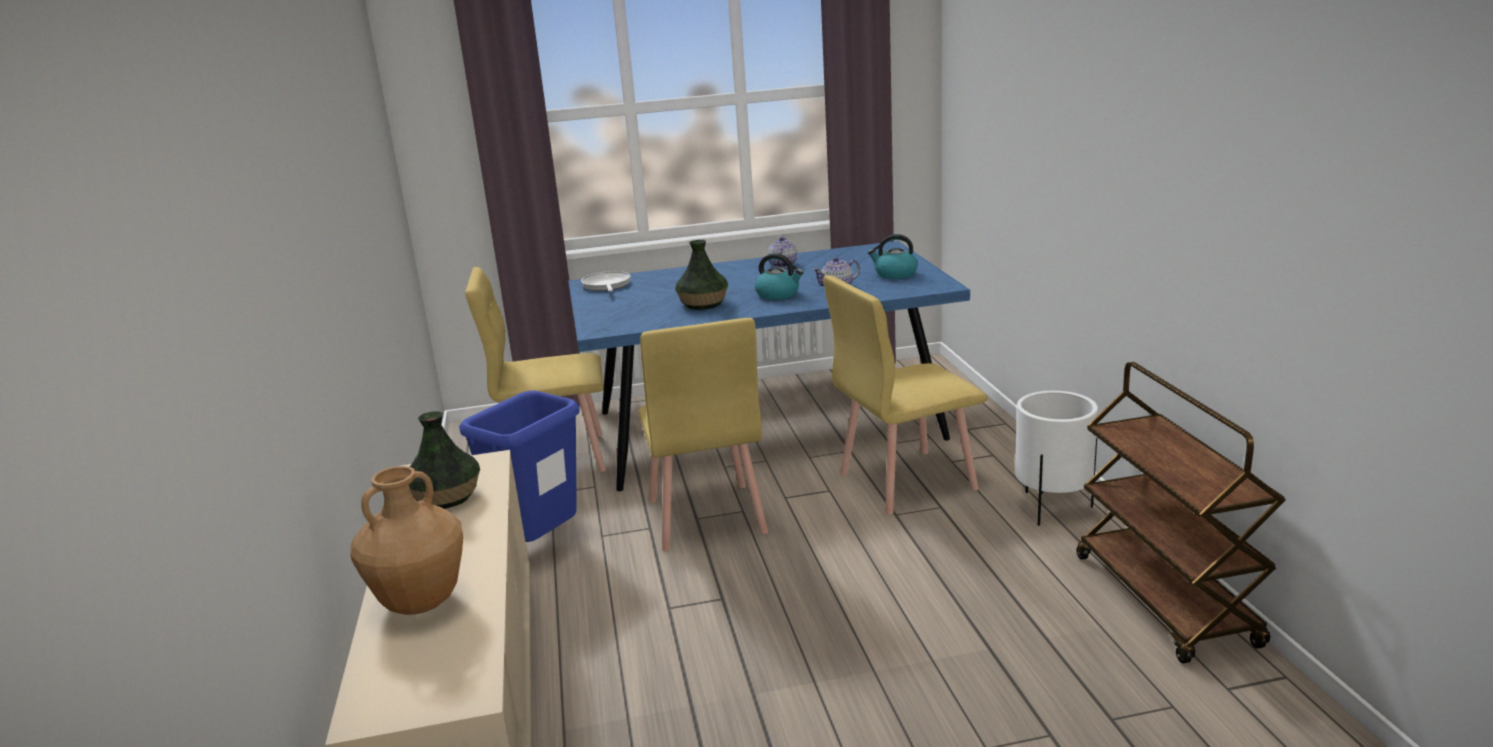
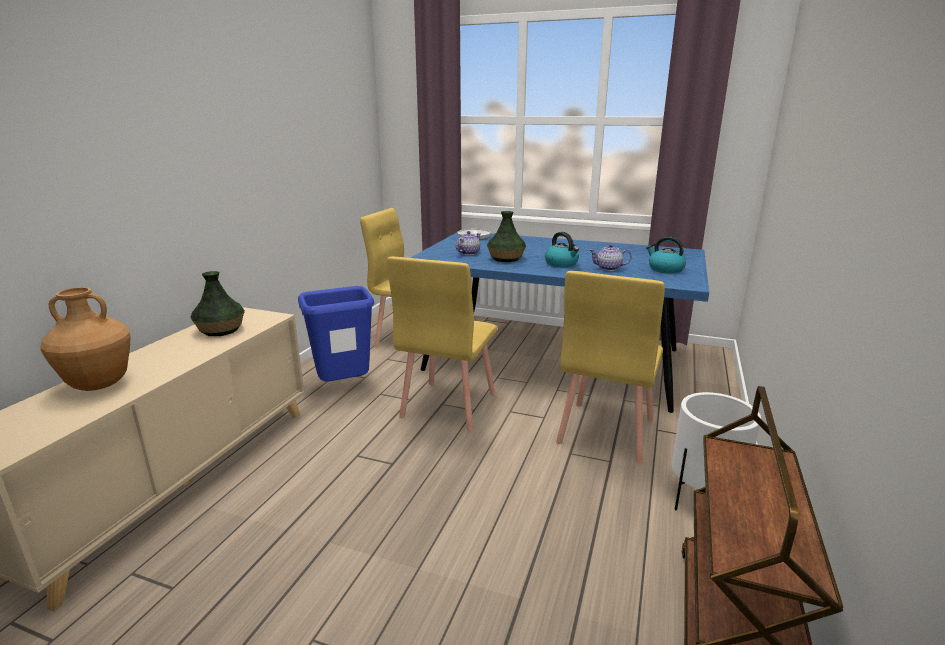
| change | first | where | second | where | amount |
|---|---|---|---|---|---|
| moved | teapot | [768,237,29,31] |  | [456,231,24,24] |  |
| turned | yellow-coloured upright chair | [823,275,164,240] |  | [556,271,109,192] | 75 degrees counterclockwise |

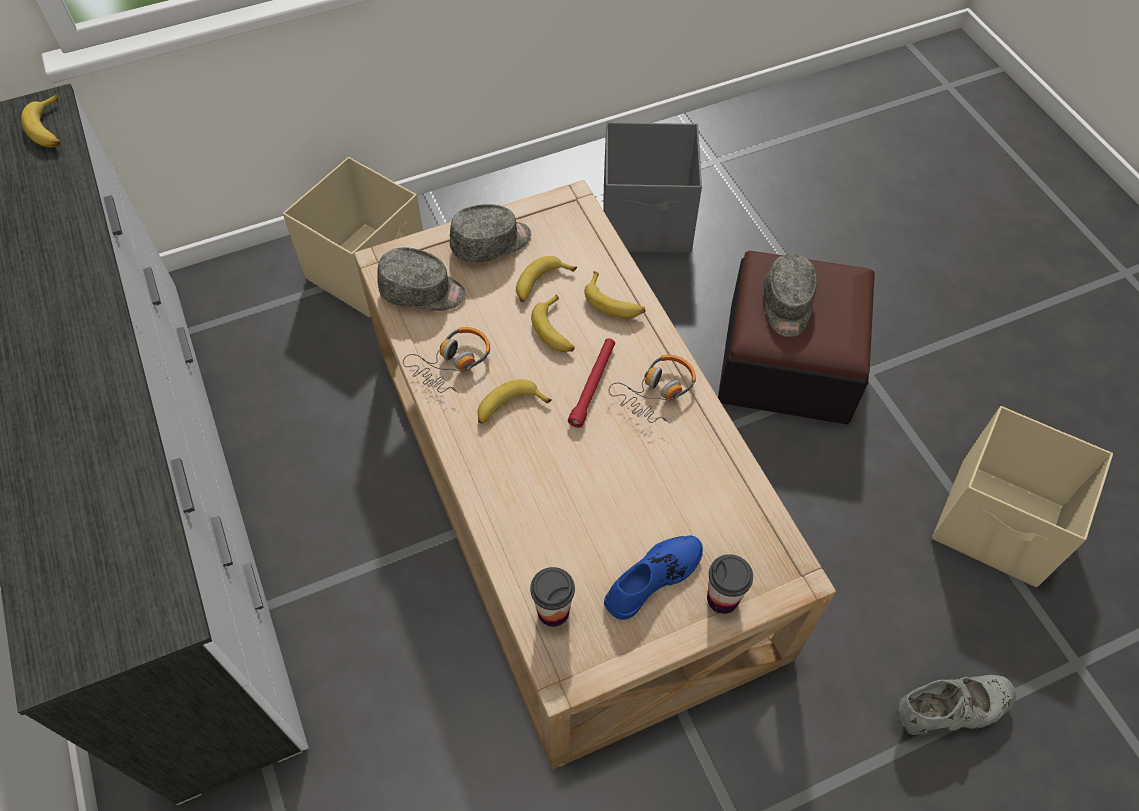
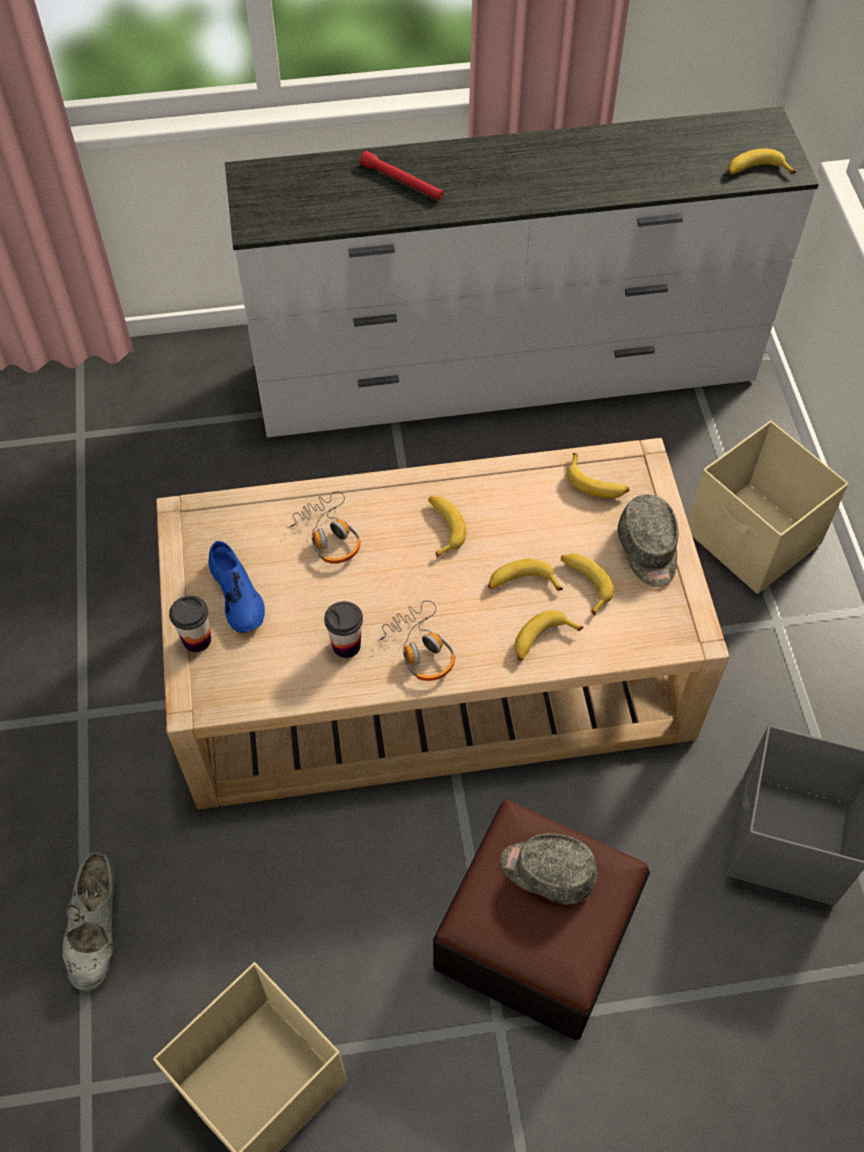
| change | first | where | second | where | amount |
|---|---|---|---|---|---|
| moved | headset | [403,327,87,66] |  | [288,491,73,73] |  |
| moved | cup | [530,567,45,60] |  | [324,601,39,57] |  |
| moved | reddish torch | [568,338,47,90] |  | [360,151,83,49] |  |
| replaced | grey cap | [377,247,89,64] | whole banana | [567,453,62,45] |  |

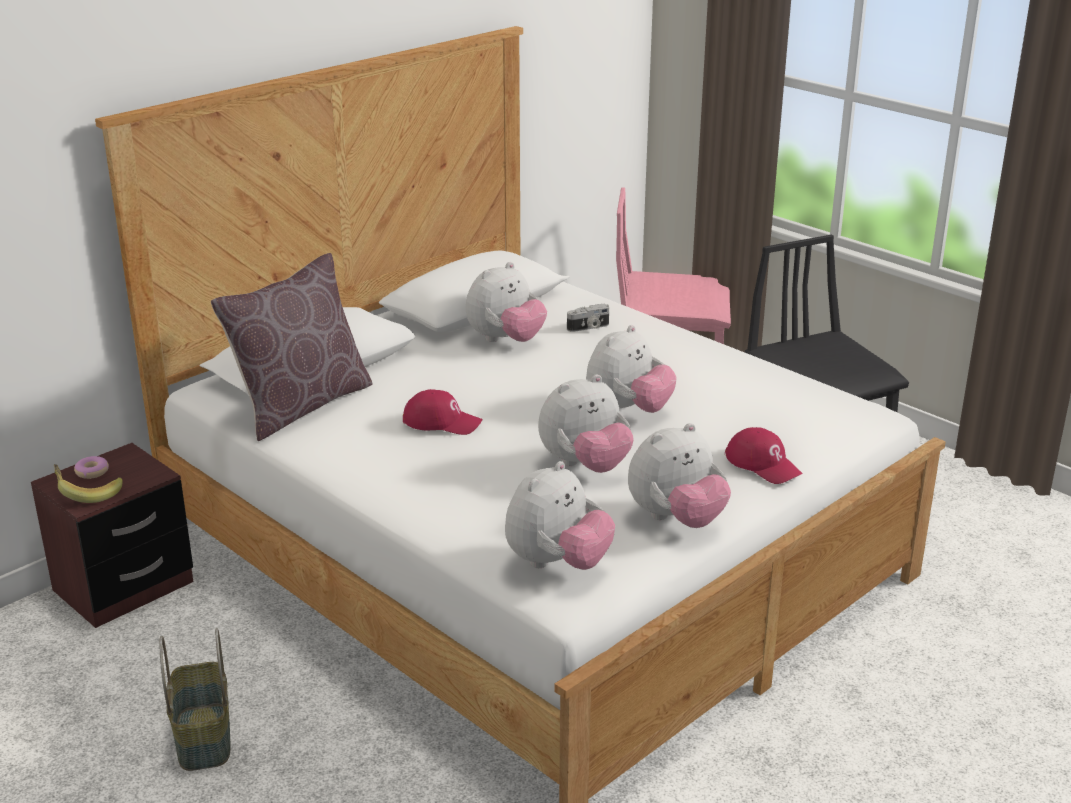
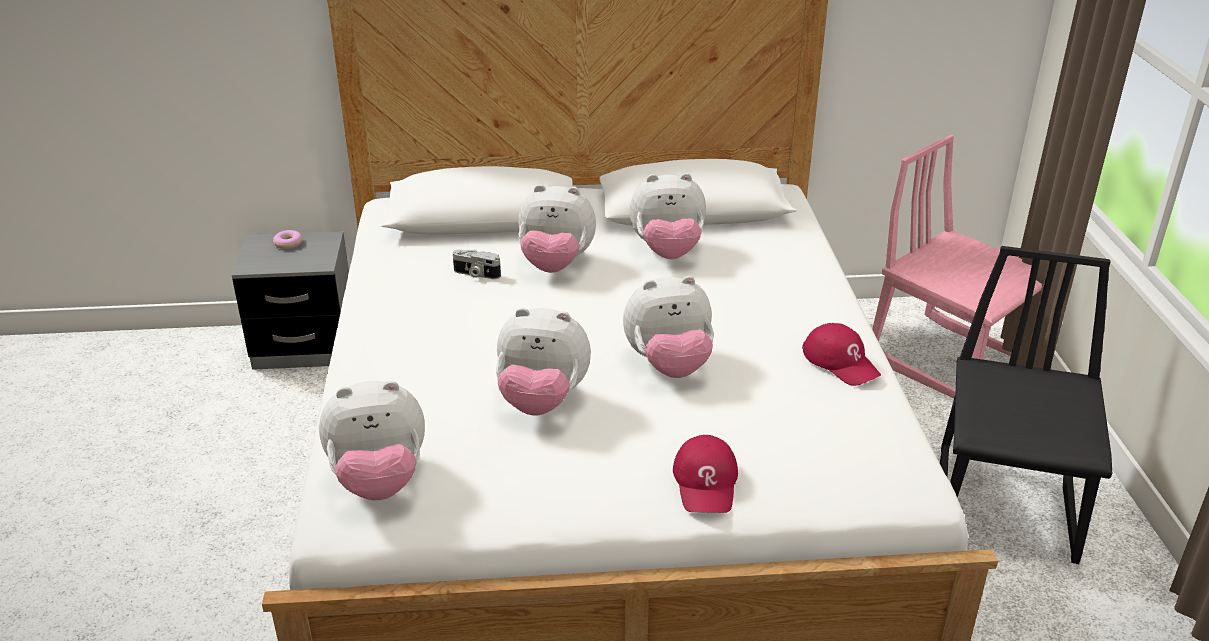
| change | first | where | second | where | amount |
|---|---|---|---|---|---|
| recoloured | brownish nightstand | [31,443,162,185] | grey nightstand | [232,231,117,139] |  |
| moved | photo camera | [567,304,42,28] |  | [453,249,48,30] |  |
| moved | soft toy | [628,423,103,105] |  | [518,184,78,89] |  |
| moved | reddish cap | [403,389,79,46] |  | [802,323,79,63] |  |
| removed | whole banana | [54,464,69,39] |  |  |  |
| removed | storage basket | [159,628,71,143] |  |  |  |
| removed | brownish pillow | [211,253,162,188] |  |  |  |

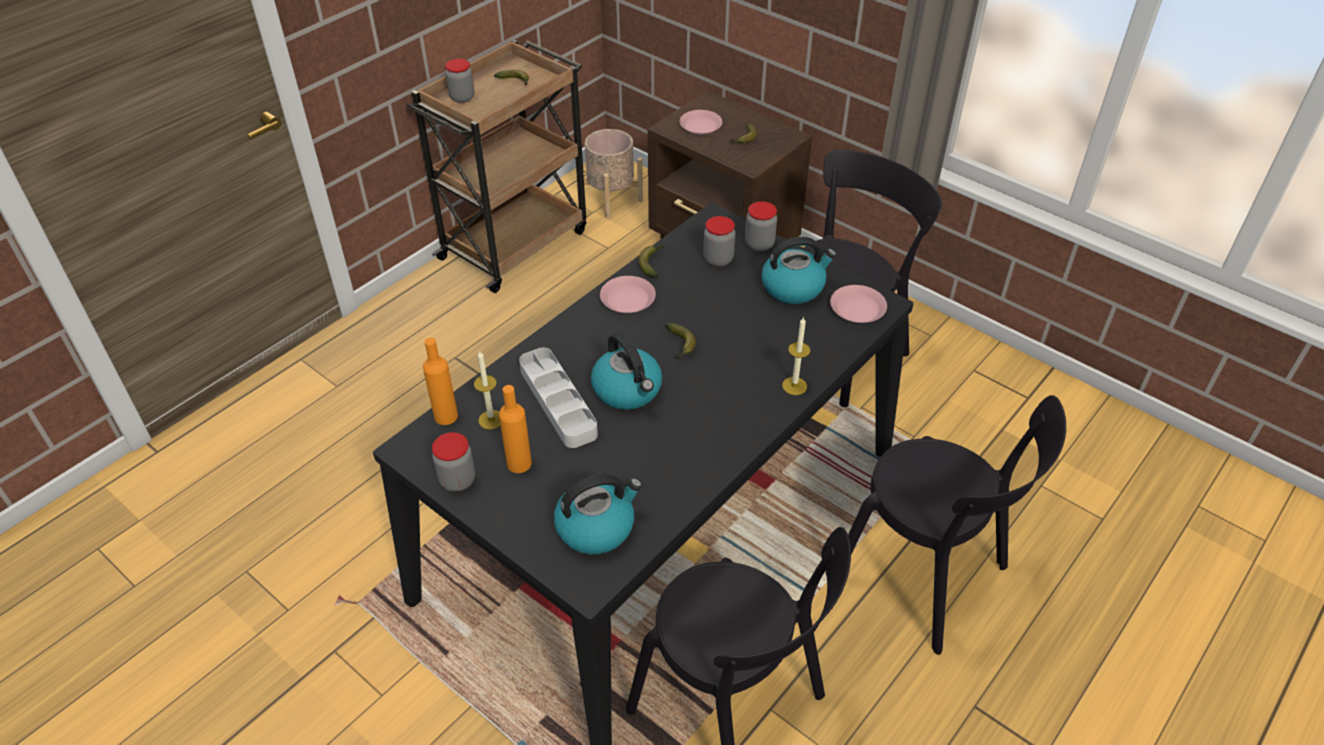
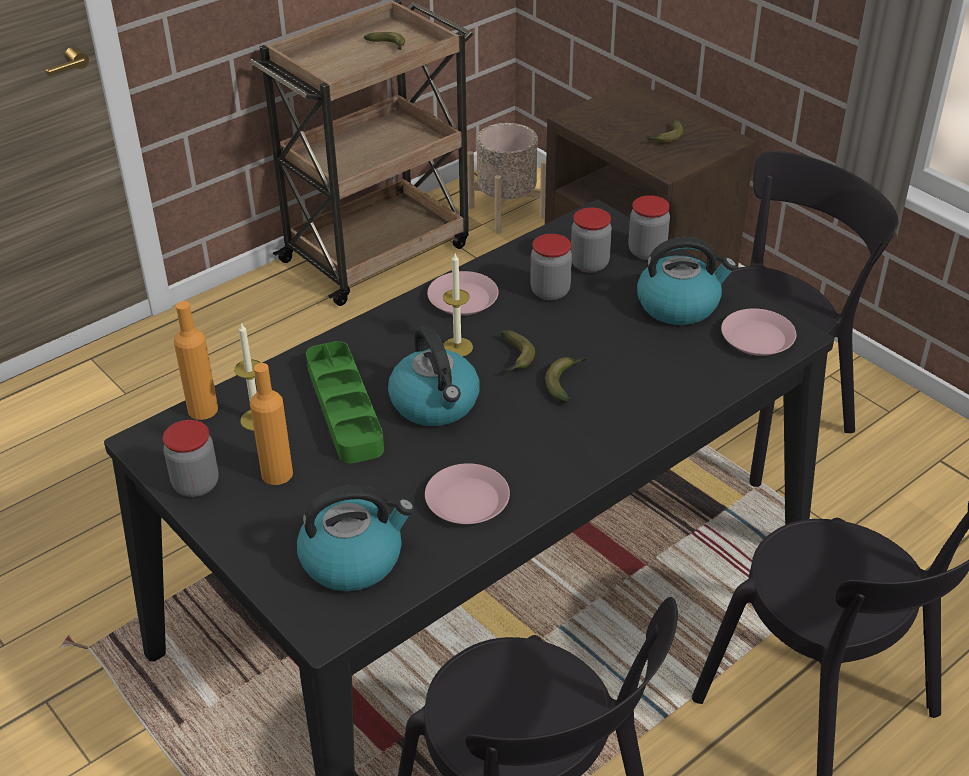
| change | first | where | second | where | amount |
|---|---|---|---|---|---|
| recoloured | grey carrying tray | [519,348,79,100] | green carrying tray | [306,341,78,122] |  |
| moved | pink-coloured flat dish | [680,110,42,25] |  | [425,463,85,61] |  |
| moved | wax candle | [782,317,28,78] |  | [443,253,30,104] |  |
| moved | jar | [445,59,29,44] |  | [530,234,42,67] |  |
| moved | whole banana | [638,245,27,33] |  | [545,357,42,46] |  |

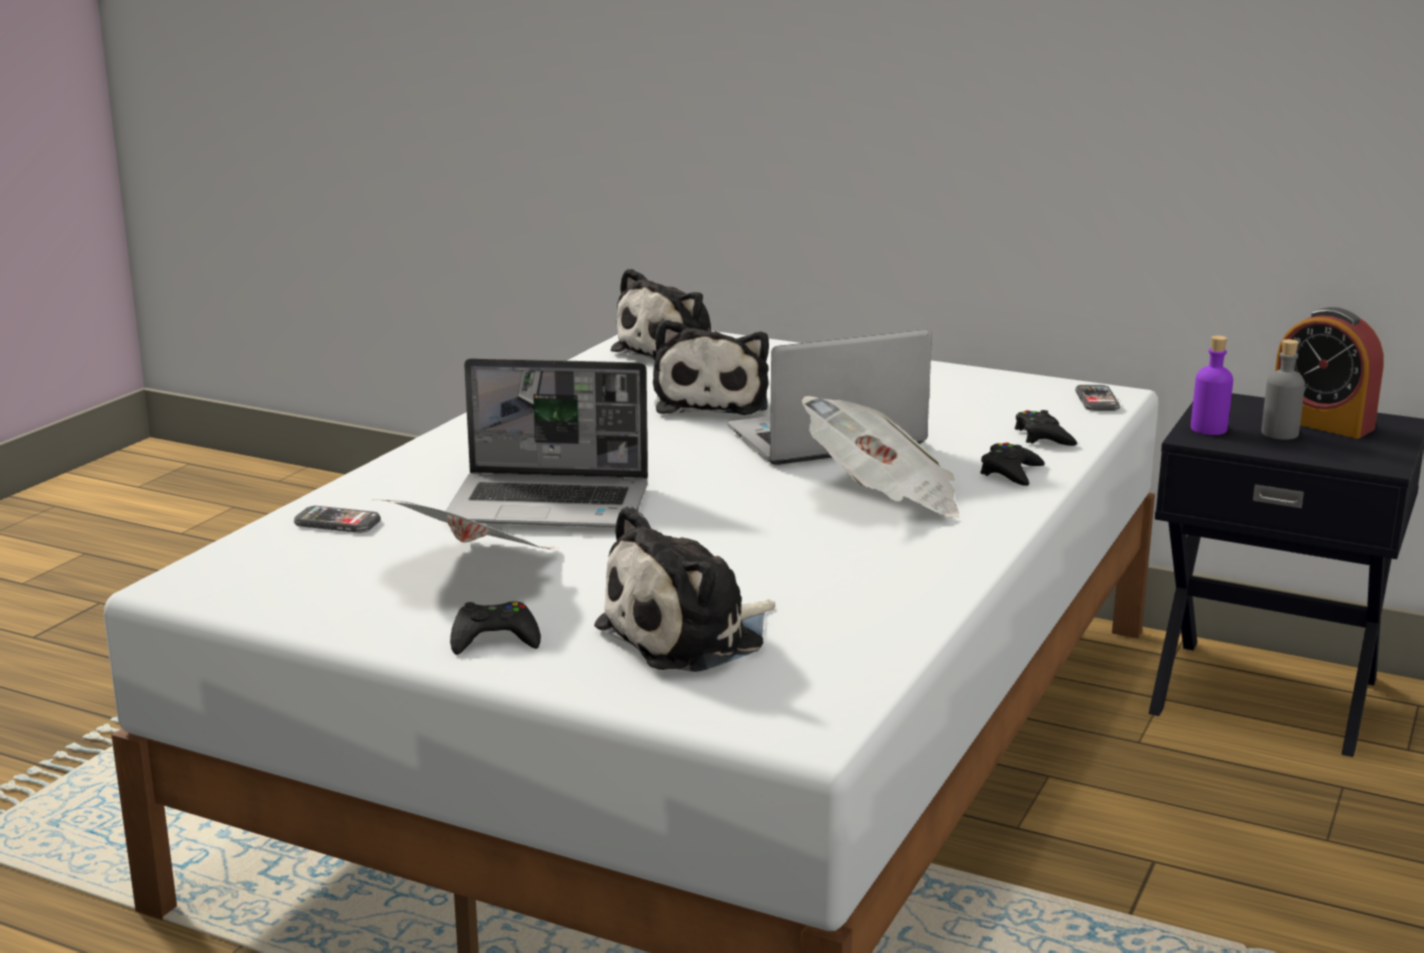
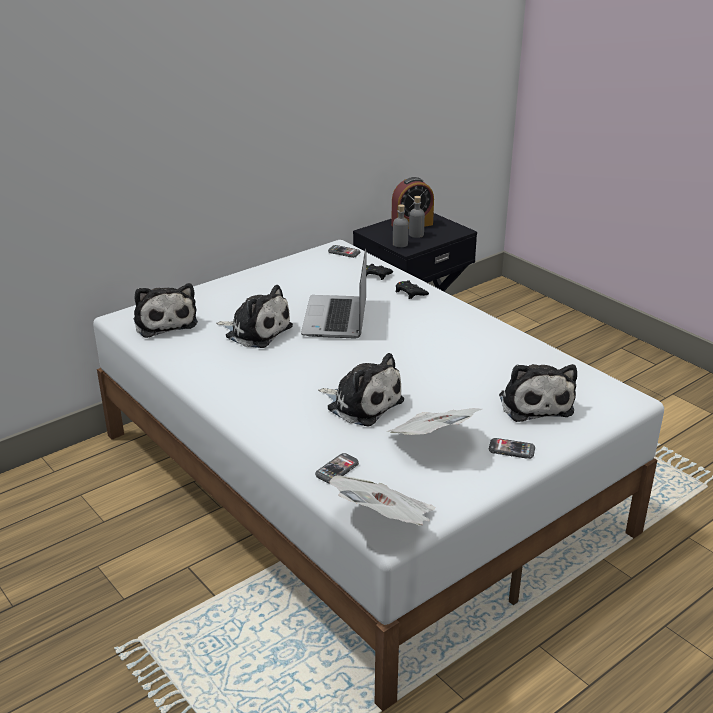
| change | first | where | second | where | amount |
|---|---|---|---|---|---|
| replaced | laptop | [445,358,203,169] | soft toy | [318,353,86,74] |  |
| moved | daily paper | [802,396,158,122] |  | [330,475,105,51] |  |
| recoloured | purple-coloured beverage bottle | [1191,335,42,100] | grey beverage bottle | [393,204,16,43] |  |
| replaced | blackish joypad | [450,601,91,54] | phone | [489,438,46,21] |  |

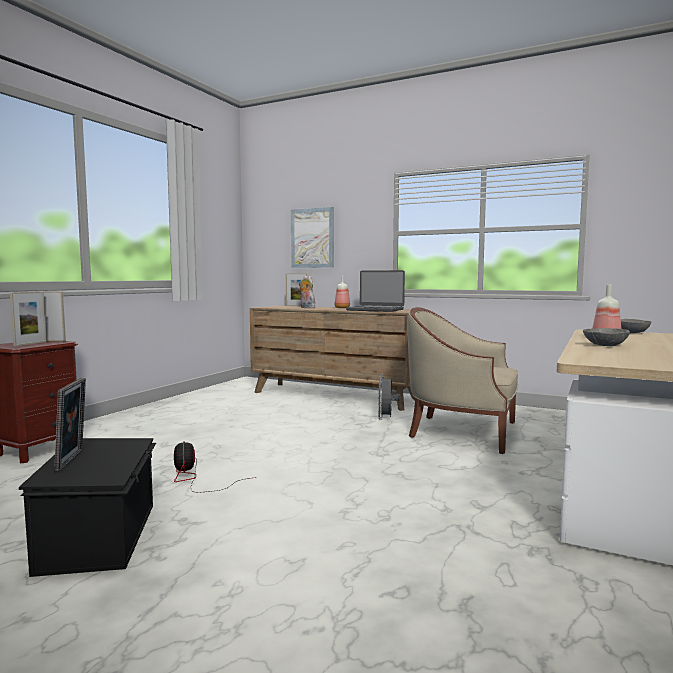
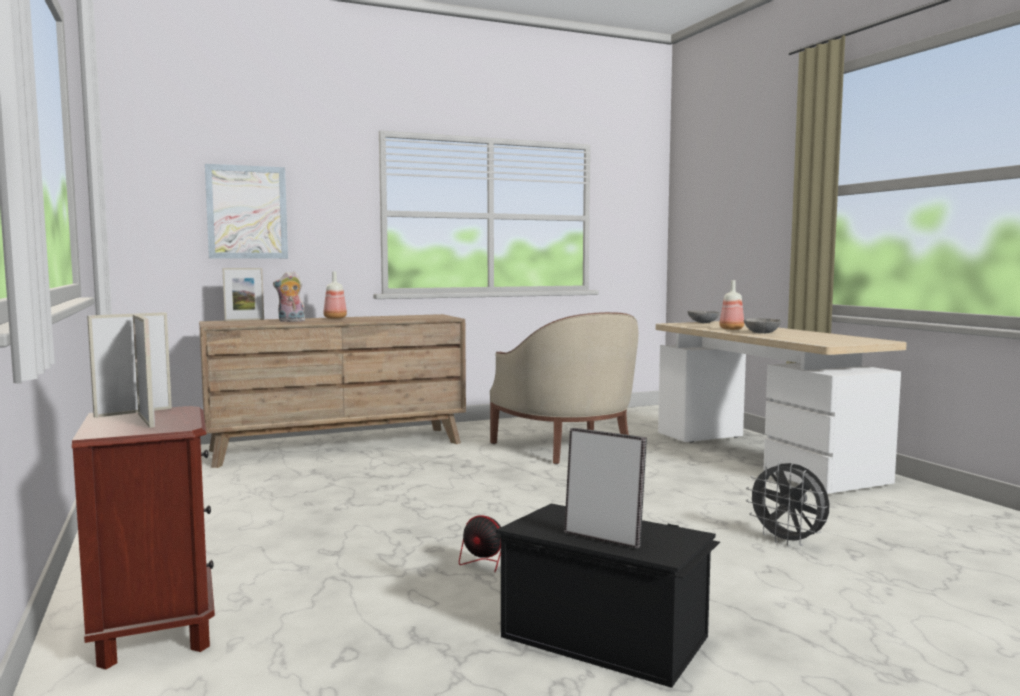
| change | first | where | second | where | amount |
|---|---|---|---|---|---|
| turned | sand-coloured armchair | [408,307,110,147] |  | [490,312,148,152] | 90 degrees counterclockwise |
| moved | grey electric fan | [378,374,22,46] |  | [746,461,84,85] |  |
| removed | laptop | [346,270,59,42] |  |  |  |

